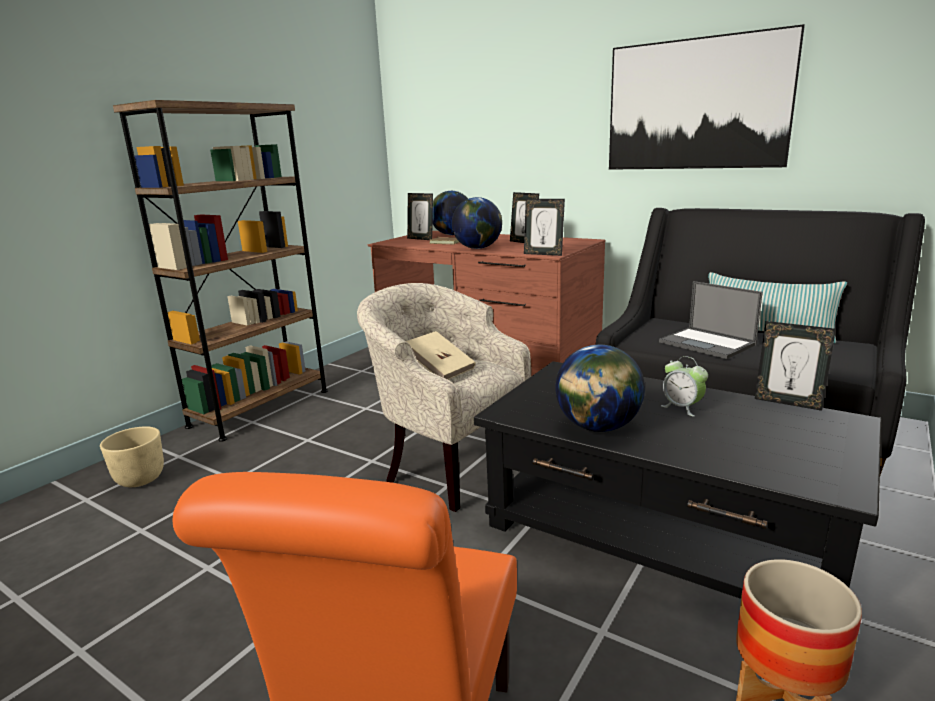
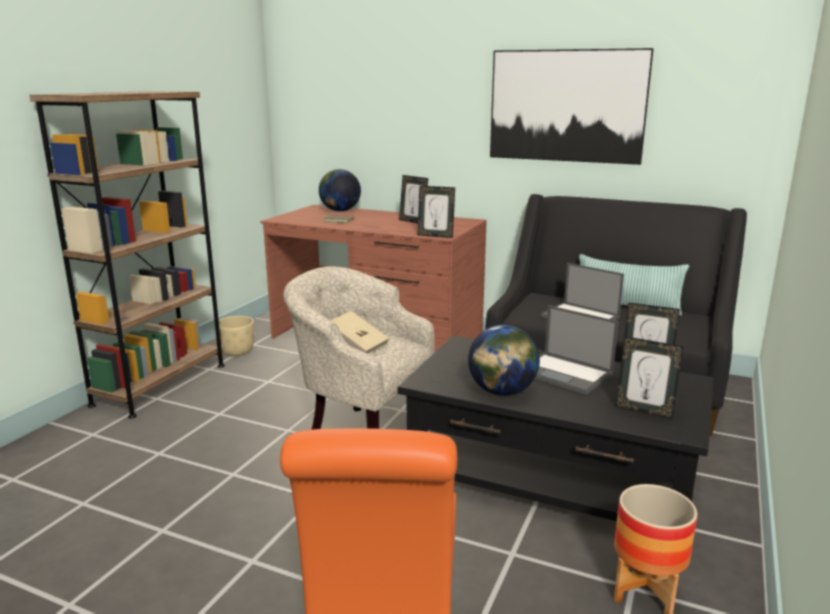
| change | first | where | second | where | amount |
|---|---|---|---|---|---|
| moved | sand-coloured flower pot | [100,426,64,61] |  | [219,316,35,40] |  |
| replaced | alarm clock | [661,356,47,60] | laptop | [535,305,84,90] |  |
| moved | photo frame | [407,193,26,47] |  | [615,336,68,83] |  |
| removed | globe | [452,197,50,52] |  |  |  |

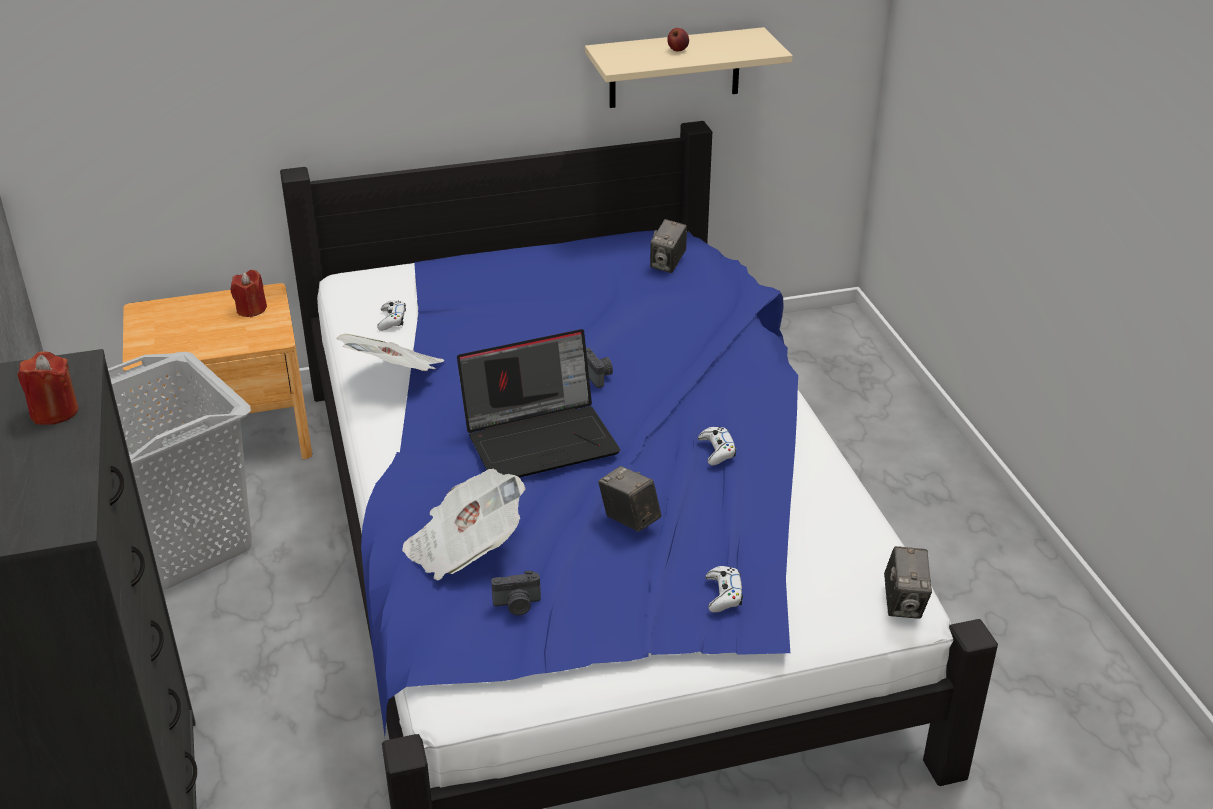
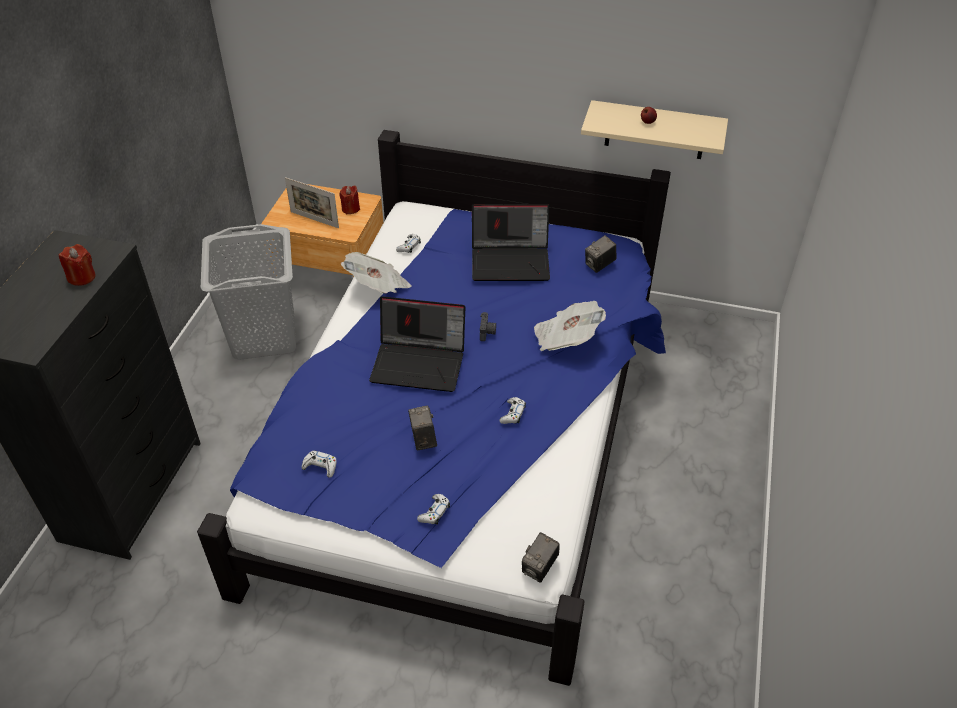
| change | first | where | second | where | amount |
|---|---|---|---|---|---|
| added |  |  | photo frame | [285,177,54,51] |  |
| replaced | photo camera | [491,571,50,44] | white joypad | [302,451,35,27] |  |
| added |  |  | laptop | [472,204,78,77] |  |
| moved | daily paper | [402,468,123,113] |  | [534,301,72,50] |  |

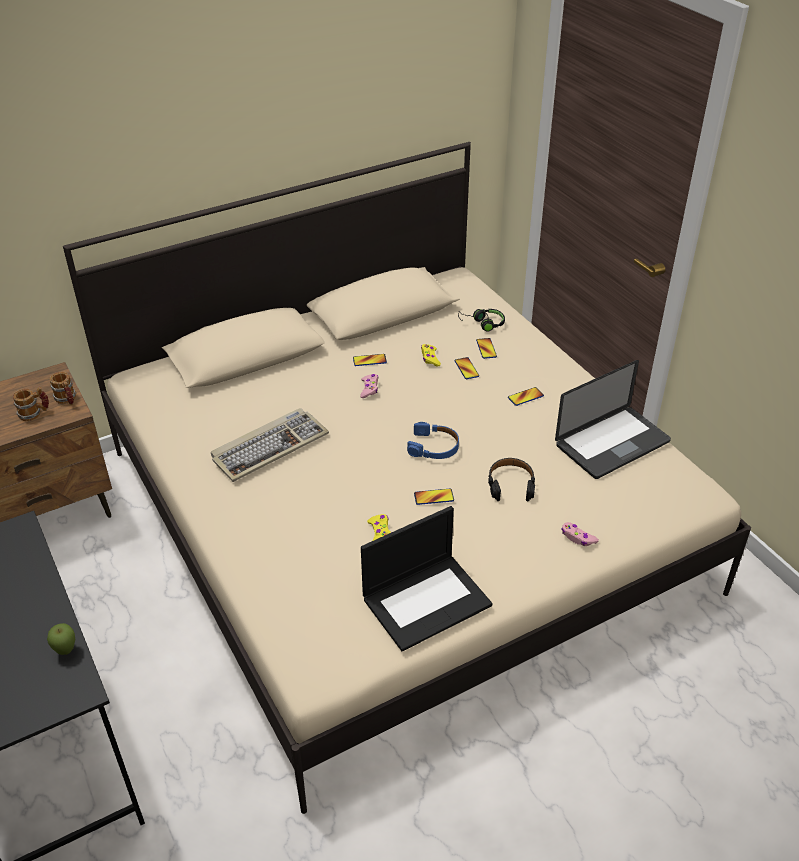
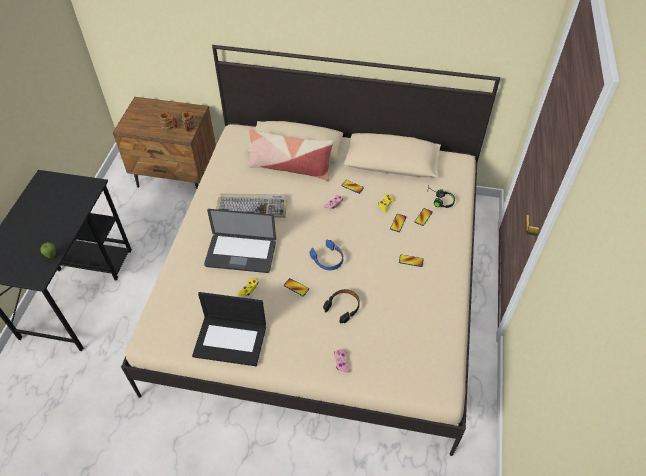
| change | first | where | second | where | amount |
|---|---|---|---|---|---|
| moved | laptop | [555,360,116,119] |  | [204,209,72,64] |  |
| added |  |  | pillow | [248,128,85,53] |  |

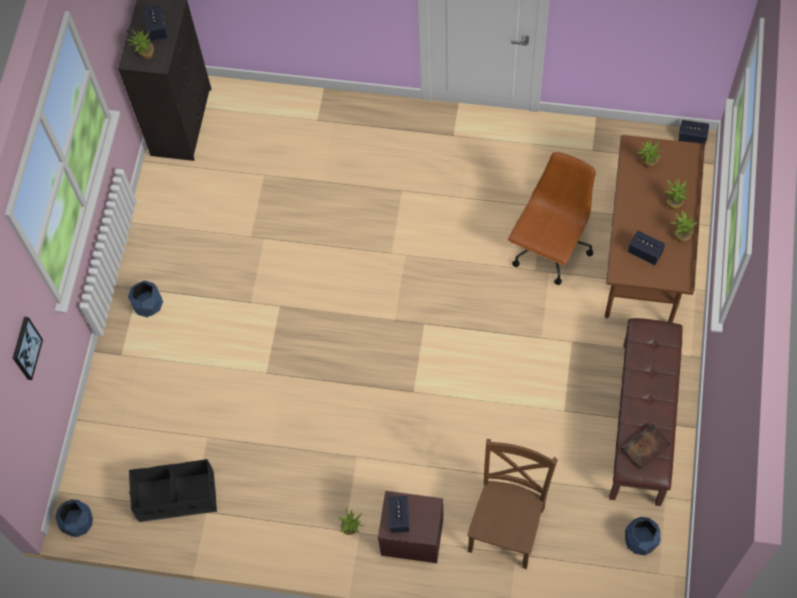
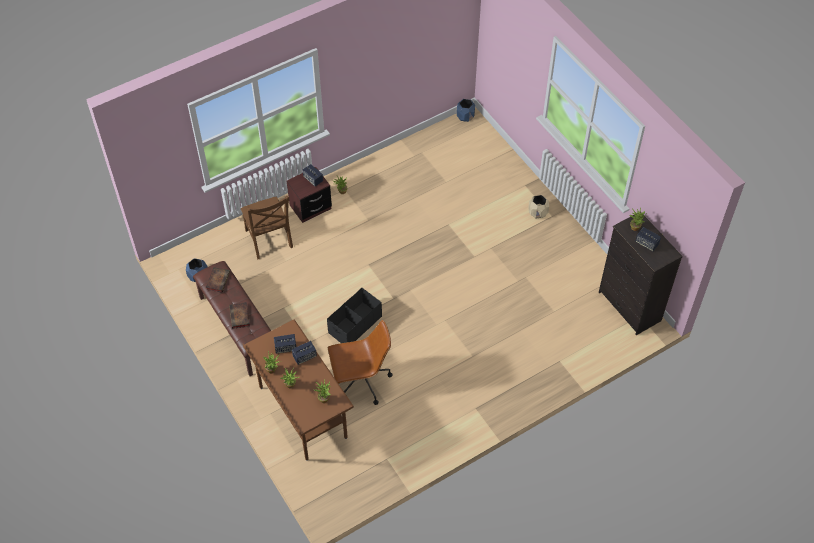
| change | first | where | second | where | amount |
|---|---|---|---|---|---|
| added |  |  | volume | [229,302,21,27] |  |
| moved | loudspeaker | [678,120,31,24] |  | [292,341,25,24] |  |
| moved | blackish storage box | [129,459,88,63] |  | [327,288,55,55] |  |
| turned | brownish computer chair | [508,152,88,133] |  | [328,320,65,85] | 90 degrees counterclockwise |
| recoloured | blue flower pot | [128,281,35,36] | sand-coloured flower pot | [528,195,21,24] |  |
| removed | wall art | [13,317,30,63] |  |  |  |

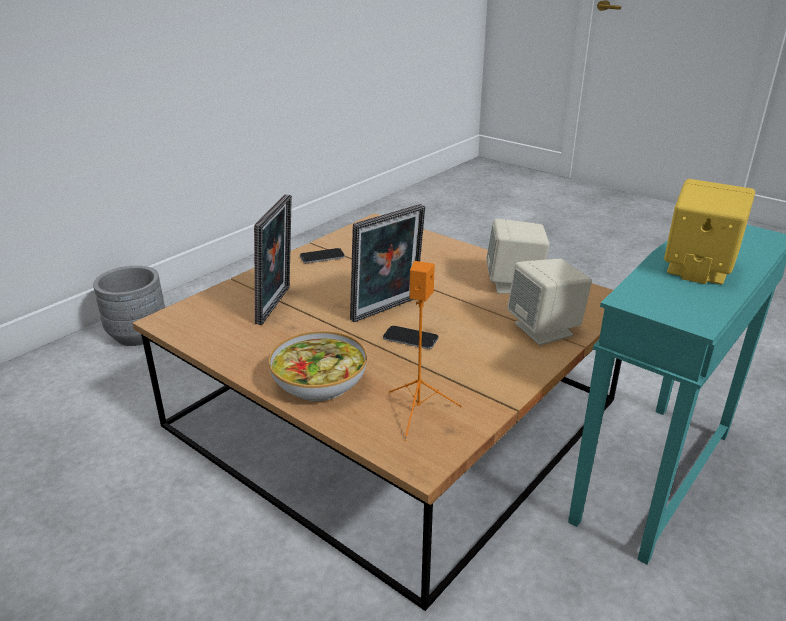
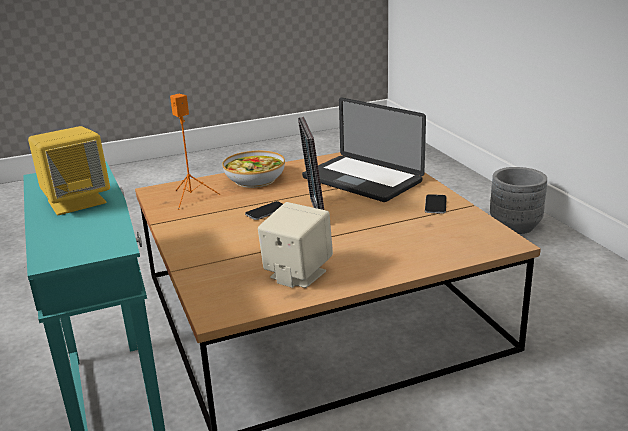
| change | first | where | second | where | amount |
|---|---|---|---|---|---|
| replaced | photo frame | [254,194,38,131] | laptop | [302,97,124,105] |  |
| removed | sand-coloured loudspeaker | [507,259,85,86] |  |  |  |

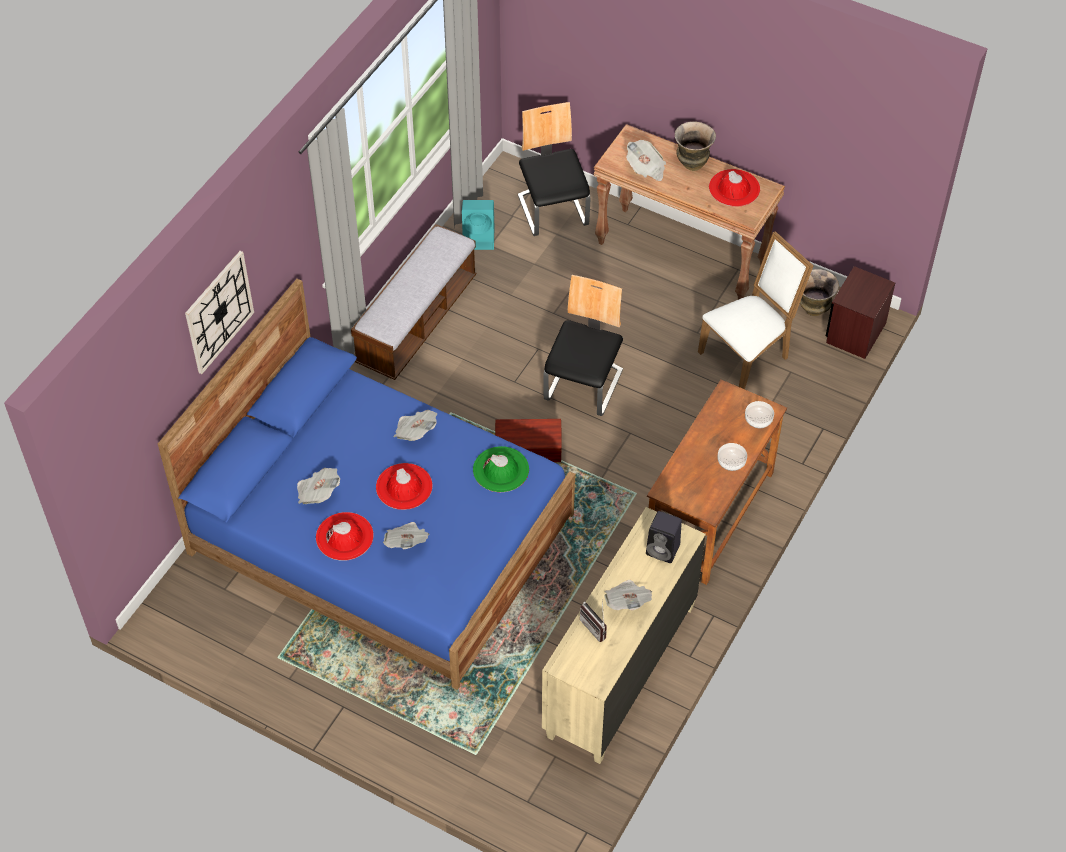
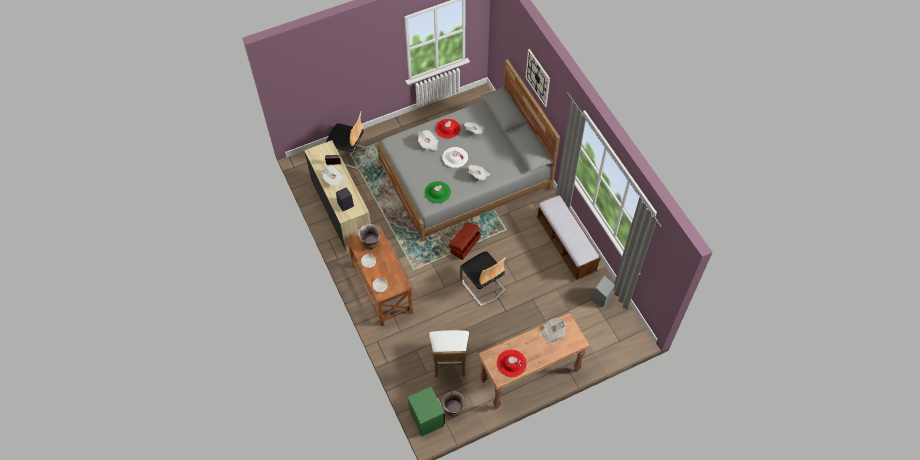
| change | first | where | second | where | amount |
|---|---|---|---|---|---|
| moved | upright chair | [518,102,72,134] |  | [326,112,43,58] |  |
| moved | decorative vase | [675,121,41,50] |  | [358,224,23,25] |  |
| recoloured | blue bed | [158,279,417,411] | grey bed | [377,59,183,183] |  |
| recoloured | brownish nightstand | [826,266,69,93] | green nightstand | [408,387,37,49] |  |
| recoloured | reddish hat | [376,463,57,47] | white hat | [442,147,26,21] |  |
| recoloured | blue-green loudspeaker | [462,200,32,50] | grey loudspeaker | [590,275,25,33] |  |

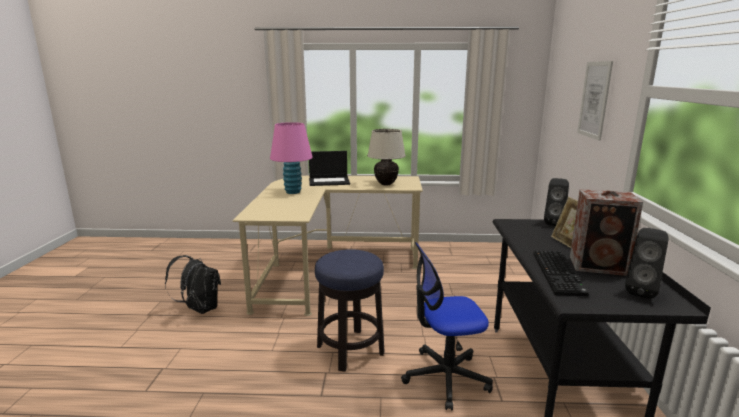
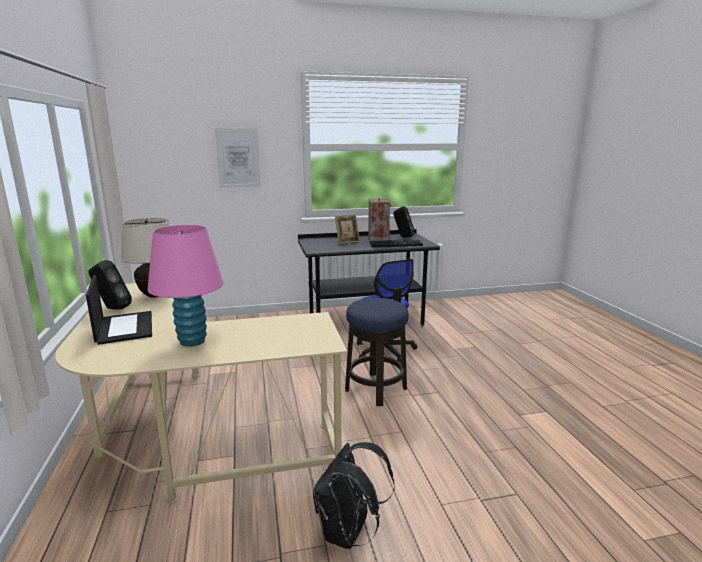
| change | first | where | second | where | amount |
|---|---|---|---|---|---|
| moved | blackish loudspeaker | [544,178,25,48] |  | [88,260,44,49] |  |

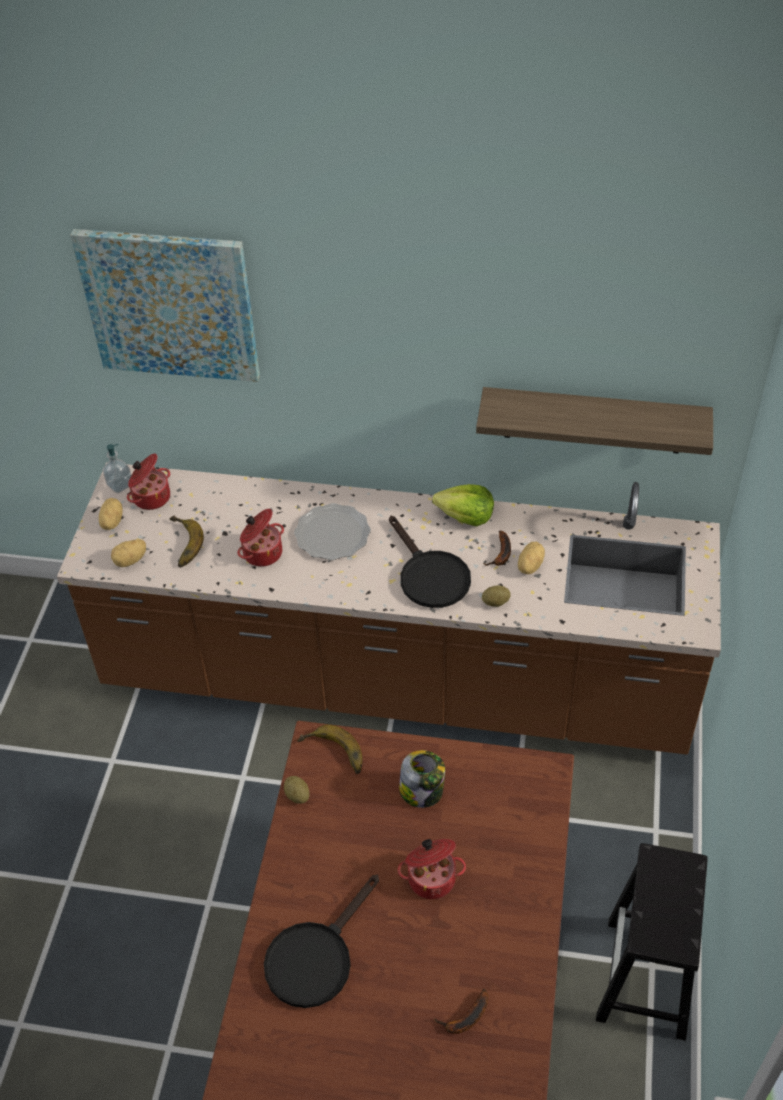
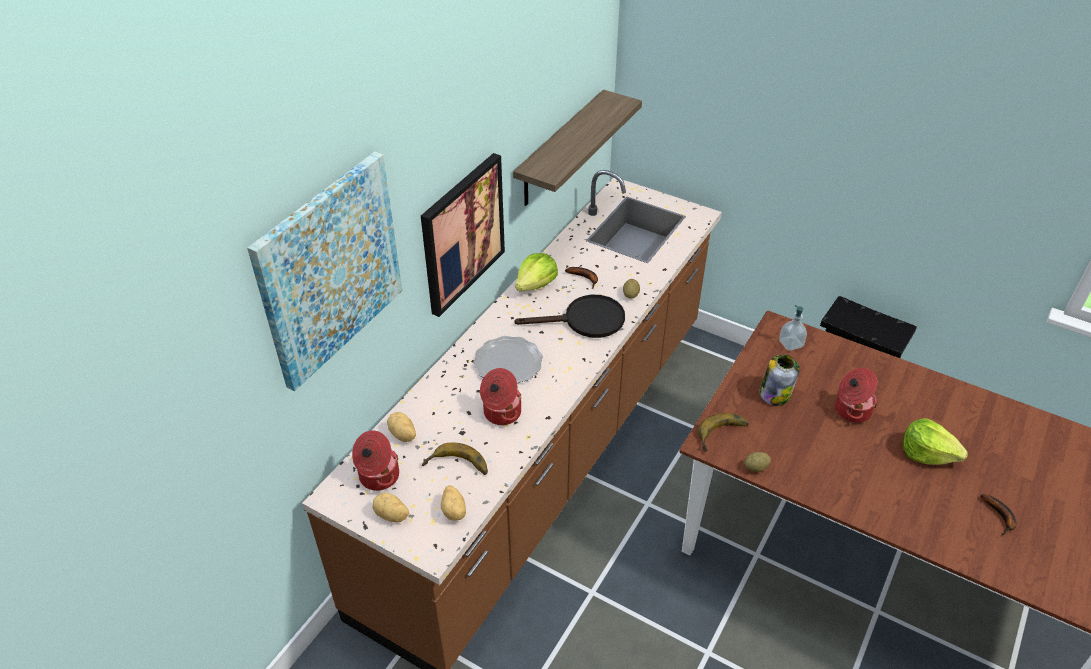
| change | first | where | second | where | amount |
|---|---|---|---|---|---|
| moved | whole potato | [518,542,27,32] |  | [387,412,29,30] |  |
| added |  |  | wall art | [421,153,84,164] |  |
| moved | liquid soap bottle | [102,444,29,49] |  | [779,305,28,46] |  |
| added |  |  | lettuce head | [903,418,65,47] |  |
| moved | whole banana | [434,989,54,45] |  | [980,494,37,41] |  |
| removed | blackish frying pan | [264,875,115,133] |  |  |  |

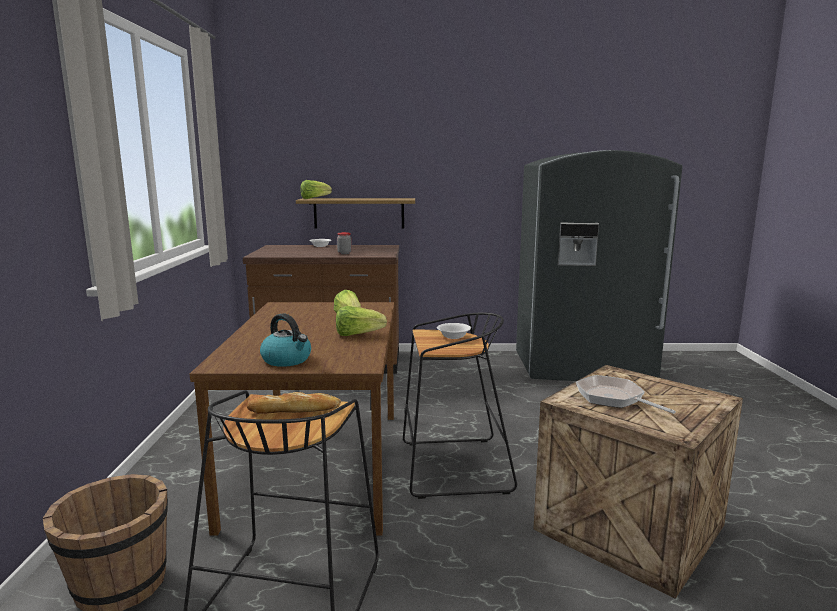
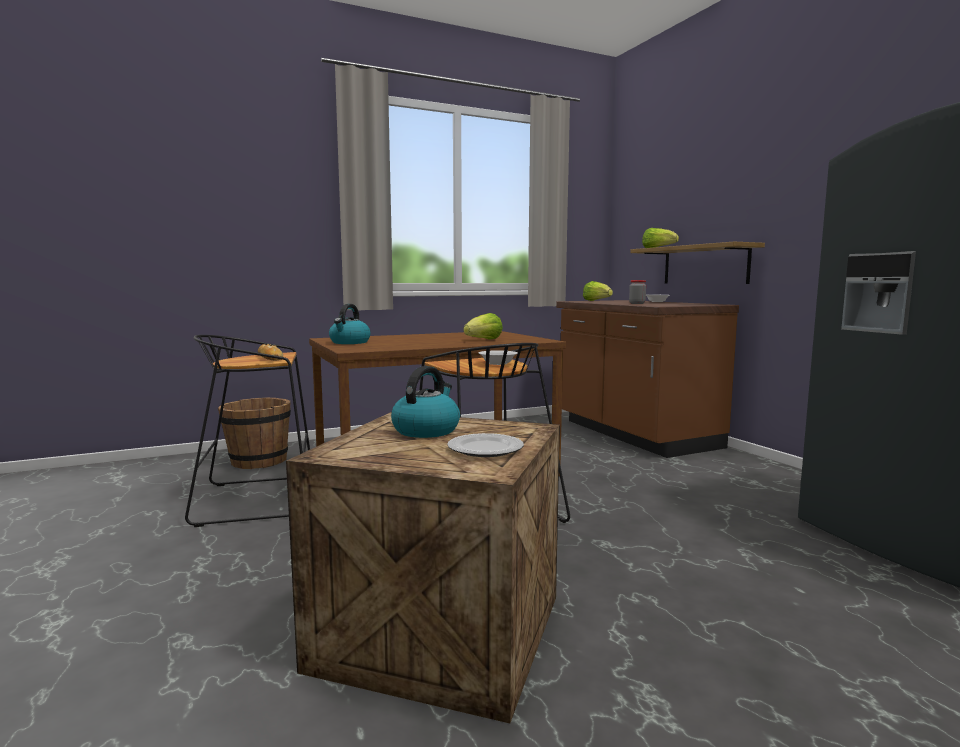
| change | first | where | second | where | amount |
|---|---|---|---|---|---|
| replaced | frying pan | [576,375,100,39] | kettle | [391,366,69,72] |  |
| added |  |  | flat dish | [447,433,77,24] |  |
| moved | lettuce head | [336,306,51,30] |  | [583,281,30,20] |  |

